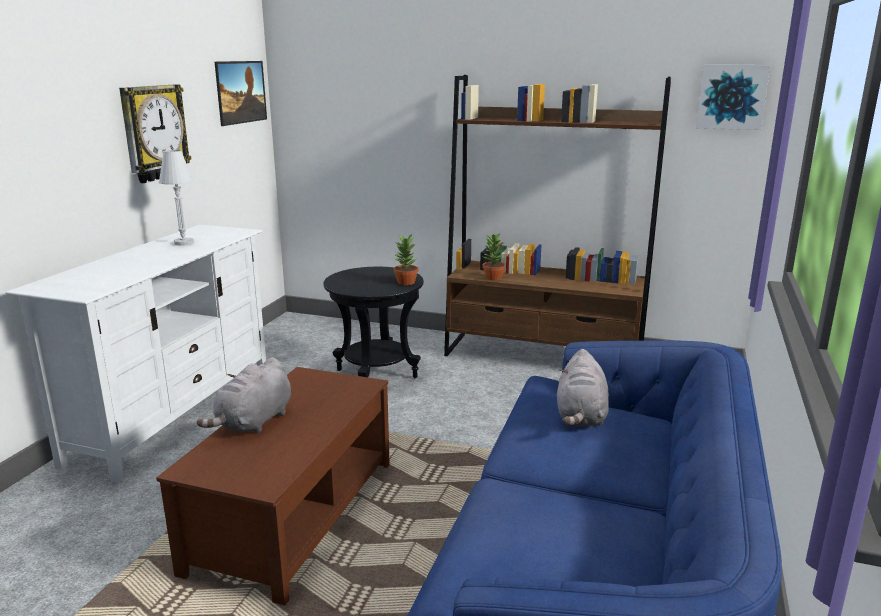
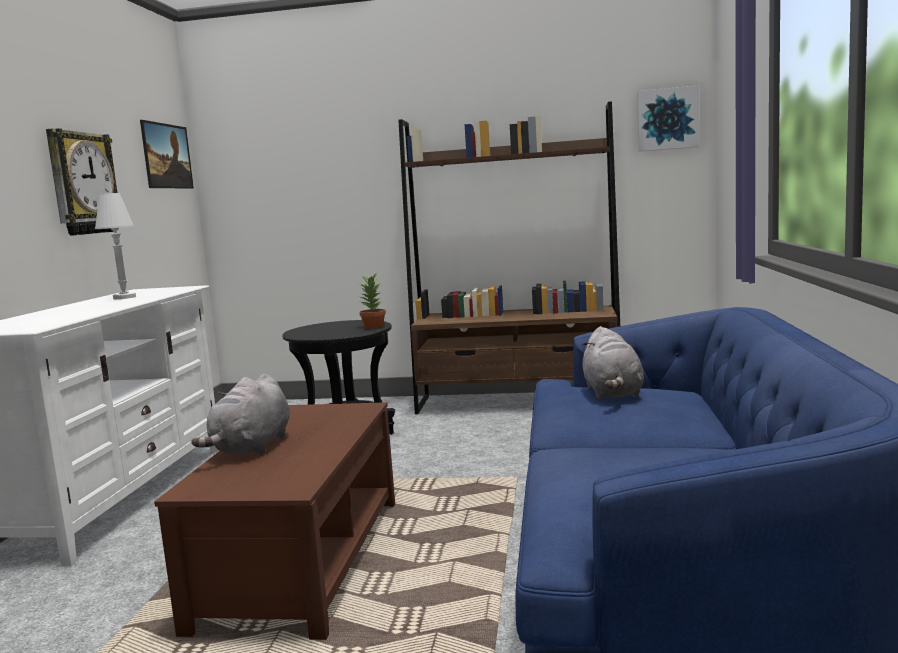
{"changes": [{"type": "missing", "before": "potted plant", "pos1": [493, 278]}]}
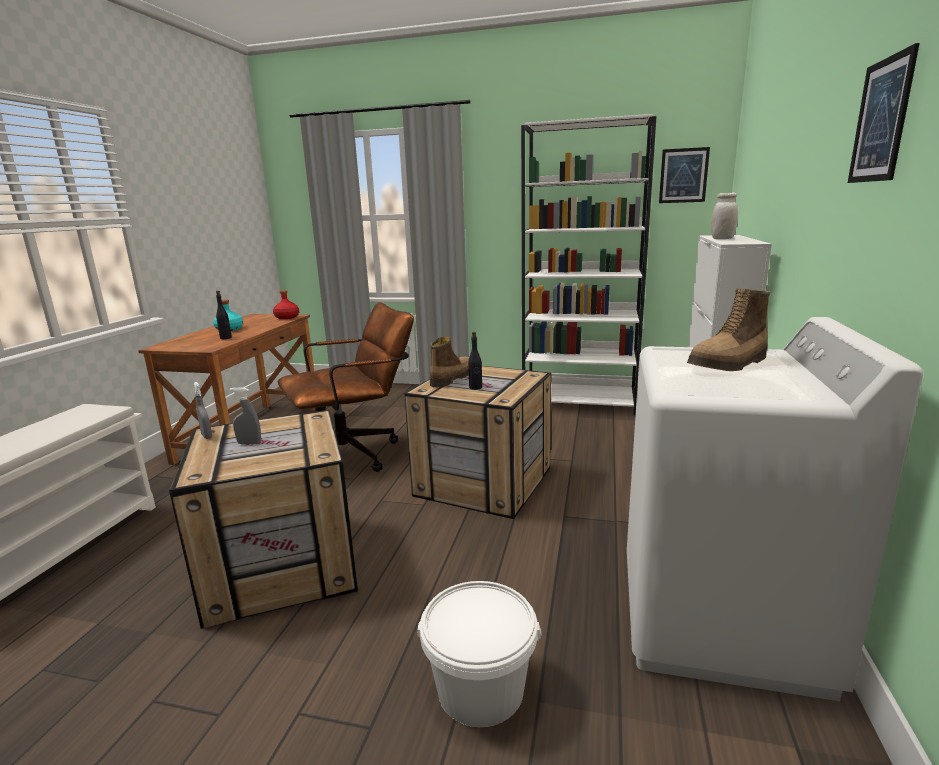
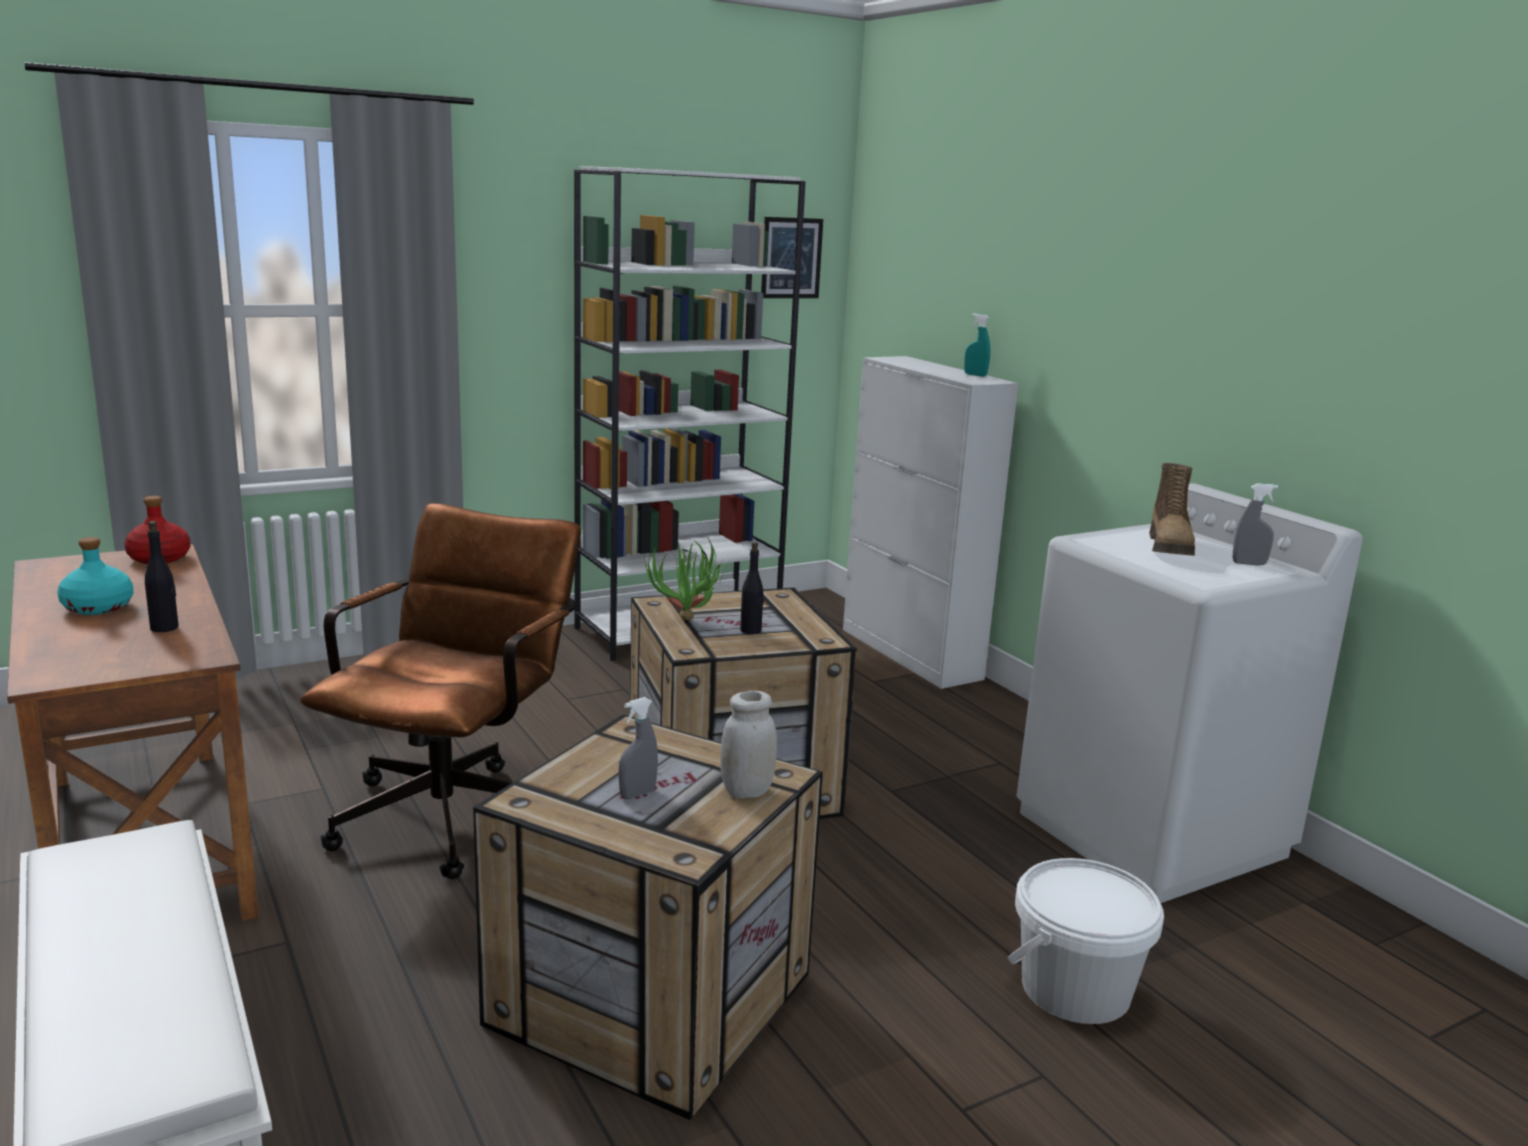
{"changes": [{"type": "missing", "before": "picture", "pos1": [881, 120]}, {"type": "appeared", "after": "spray bottle/turquoise", "pos2": [975, 375]}, {"type": "relocated", "before": "spray bottle/grey", "pos1": [207, 436], "pos2": [1249, 564]}, {"type": "relocated", "before": "jar/white", "pos1": [722, 239], "pos2": [747, 791]}, {"type": "exchanged", "before": "boot", "after": "potted plant", "pos1": [451, 378], "pos2": [686, 624]}]}
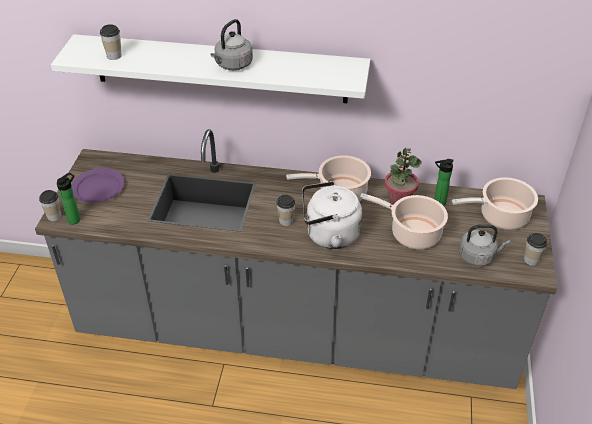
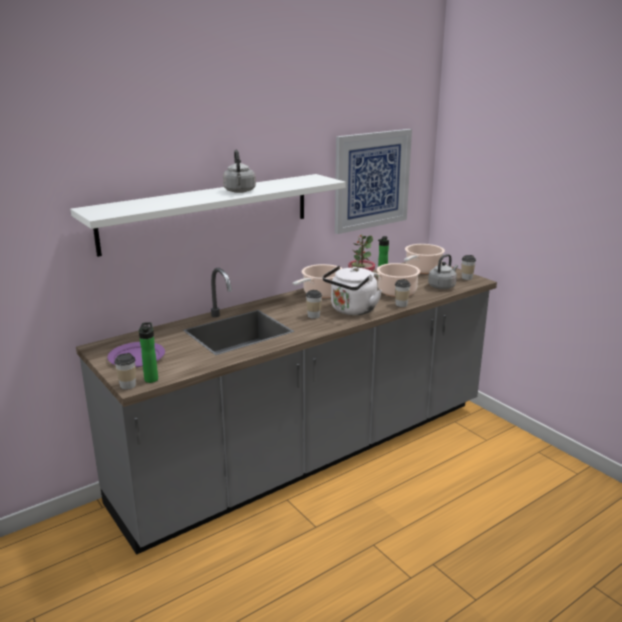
{"changes": [{"type": "appeared", "after": "picture", "pos2": [372, 180]}, {"type": "relocated", "before": "cup", "pos1": [114, 56], "pos2": [401, 304]}]}
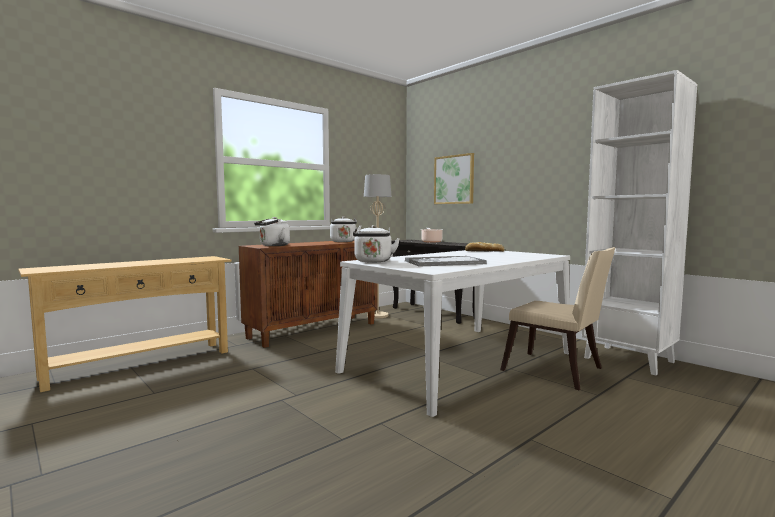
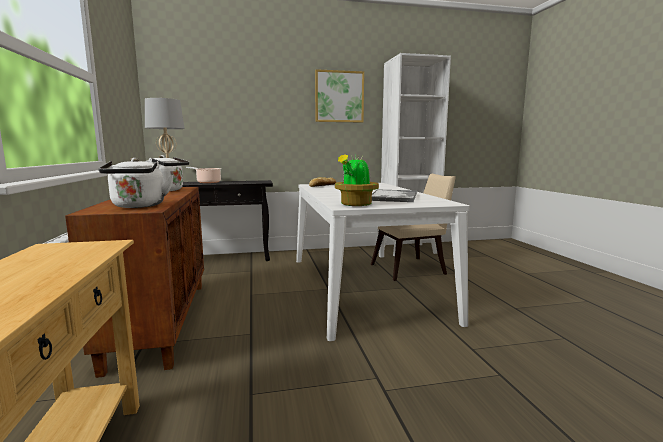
{"changes": [{"type": "relocated", "before": "picture", "pos1": [454, 179], "pos2": [339, 96]}, {"type": "exchanged", "before": "kettle/white", "after": "potted plant", "pos1": [373, 261], "pos2": [355, 205]}]}
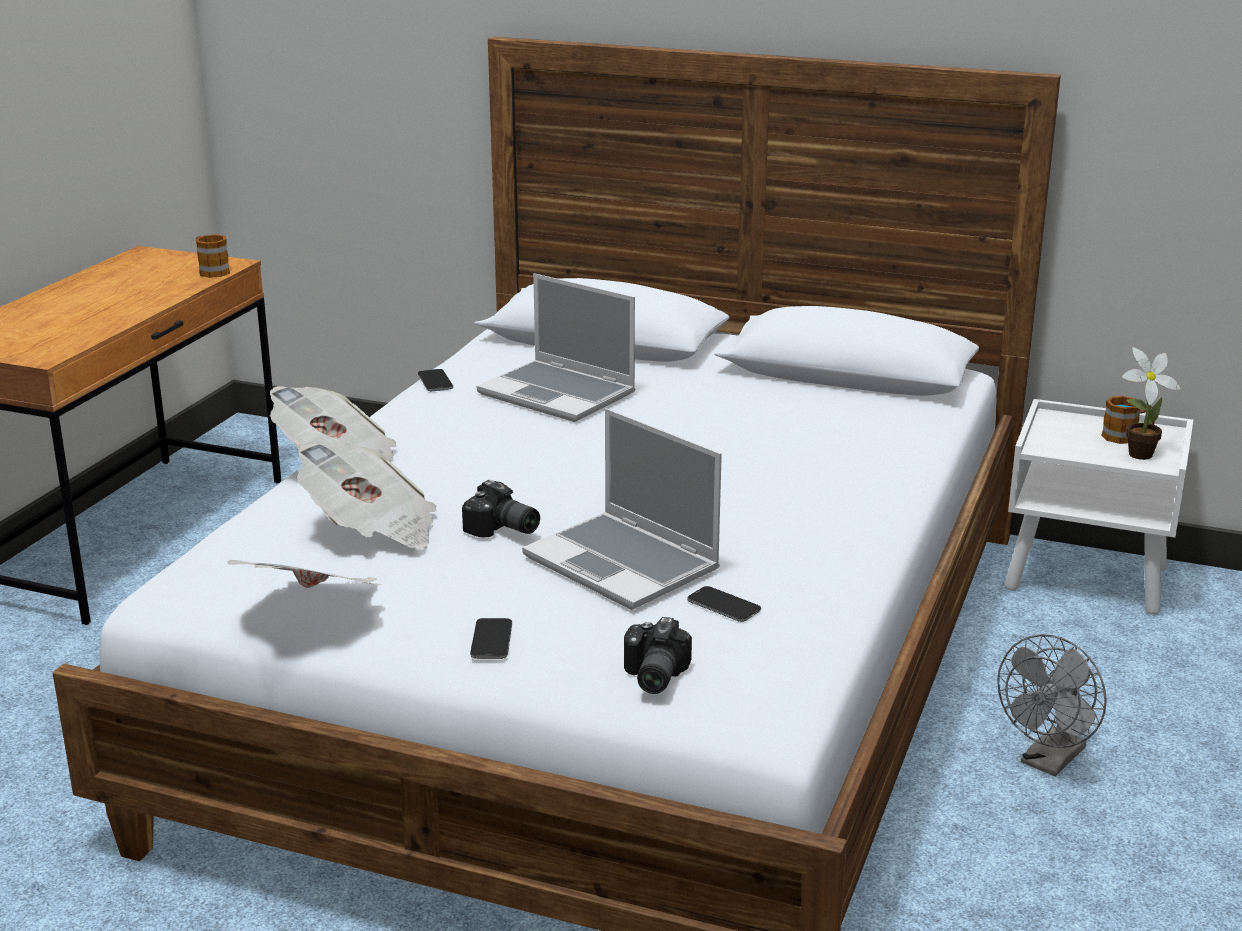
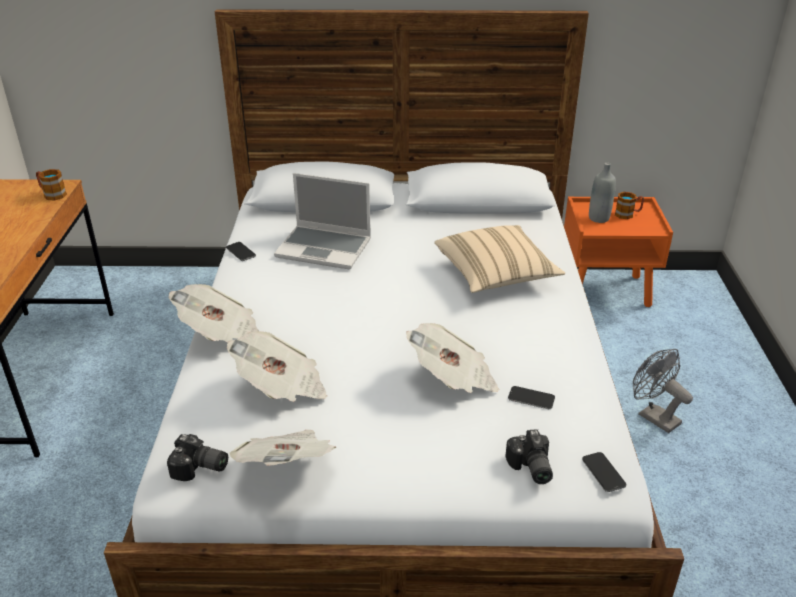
{"changes": [{"type": "missing", "before": "potted plant", "pos1": [1136, 455]}, {"type": "appeared", "after": "pillow/beige", "pos2": [495, 275]}, {"type": "appeared", "after": "bottle/grey", "pos2": [598, 218]}, {"type": "relocated", "before": "photo camera", "pos1": [502, 530], "pos2": [200, 469]}, {"type": "relocated", "before": "phone", "pos1": [491, 640], "pos2": [603, 472]}, {"type": "exchanged", "before": "laptop", "after": "newspaper", "pos1": [624, 564], "pos2": [453, 379]}, {"type": "colour", "before": "nightstand/white", "after": "nightstand/orange", "pos1": [1088, 579], "pos2": [605, 290]}, {"type": "spun", "before": "fan/grey", "pos1": [1048, 762], "pos2": [653, 416], "turn": 120}]}
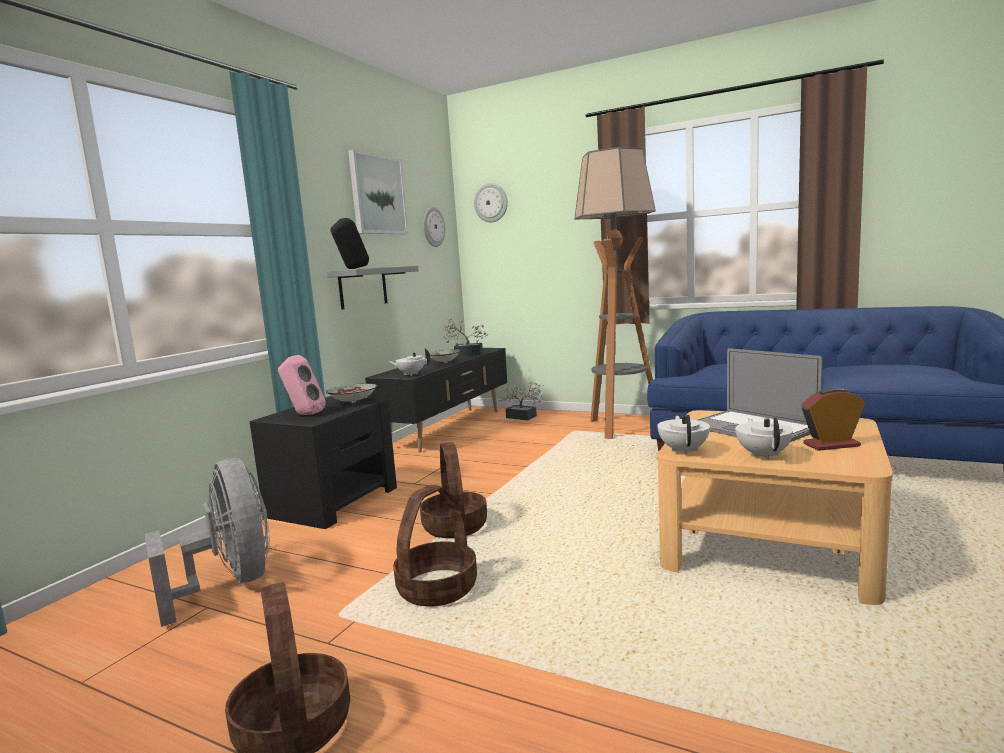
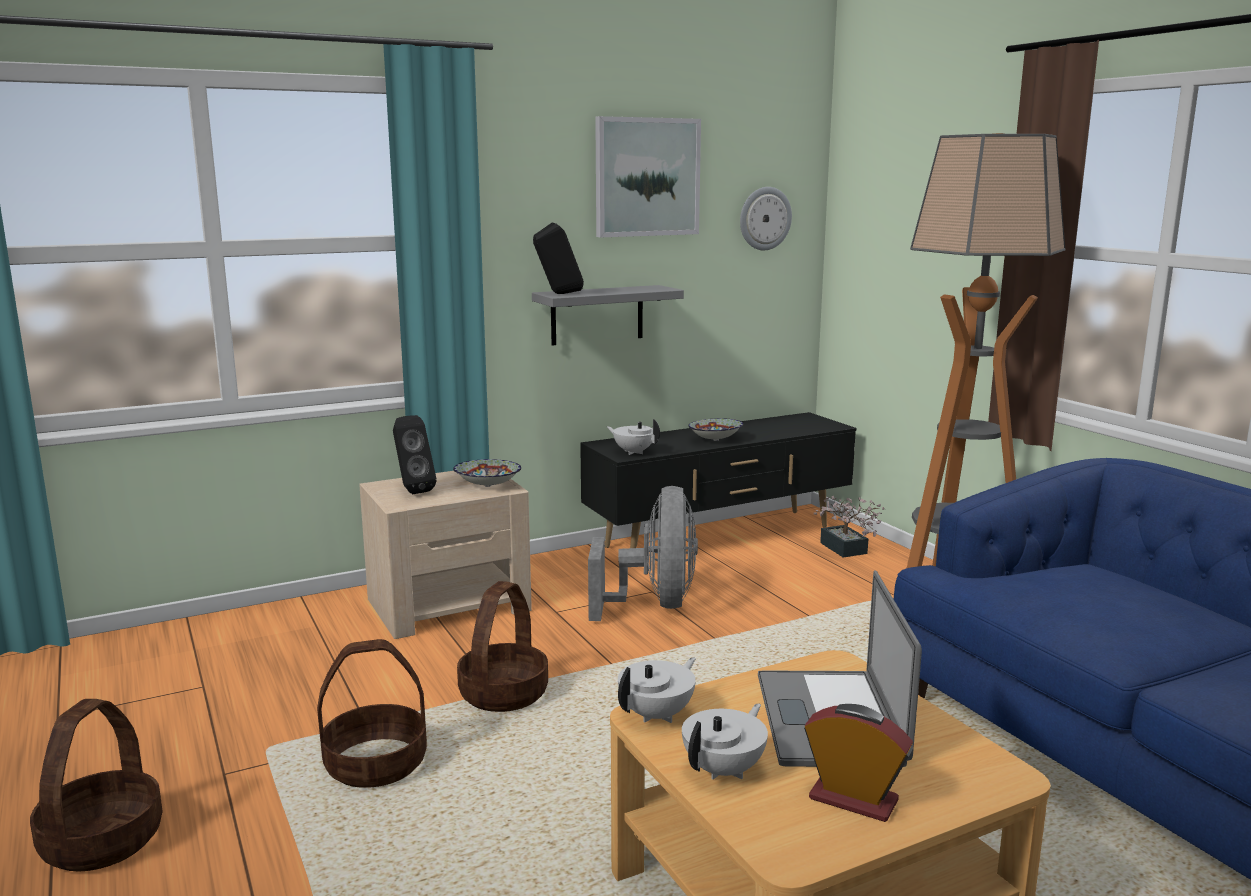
{"changes": [{"type": "missing", "before": "potted plant", "pos1": [465, 354]}, {"type": "missing", "before": "wall clock", "pos1": [491, 203]}, {"type": "relocated", "before": "fan/grey", "pos1": [230, 583], "pos2": [654, 605]}, {"type": "colour", "before": "nightstand/black", "after": "nightstand/beige", "pos1": [334, 501], "pos2": [450, 605]}, {"type": "colour", "before": "speaker/pink", "after": "speaker/black", "pos1": [303, 414], "pos2": [412, 490]}]}
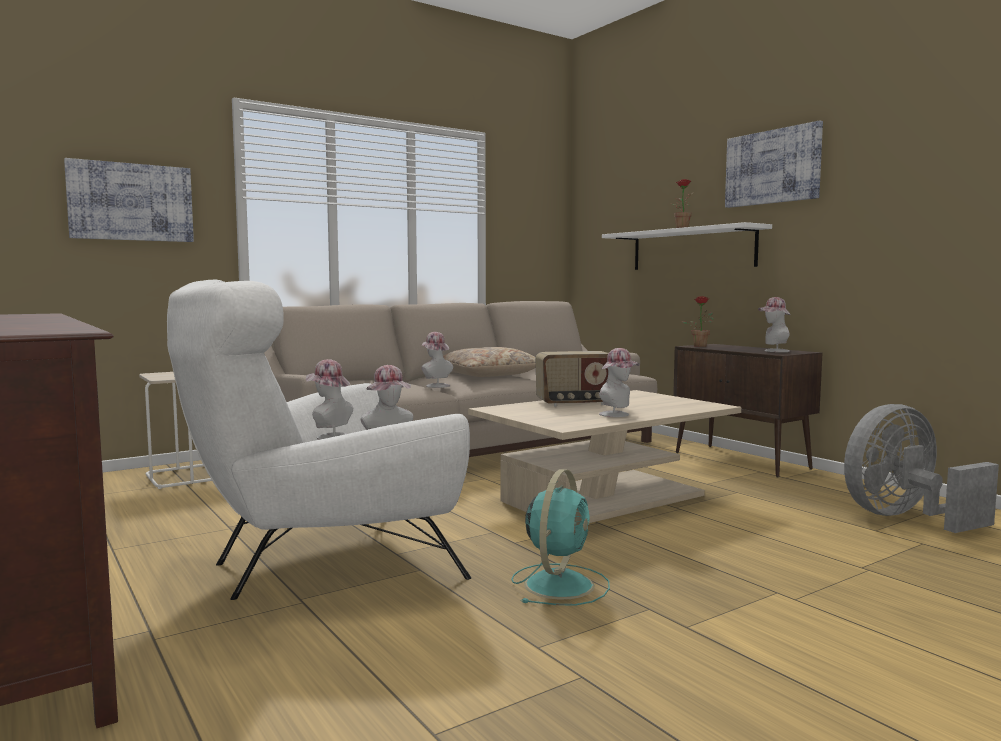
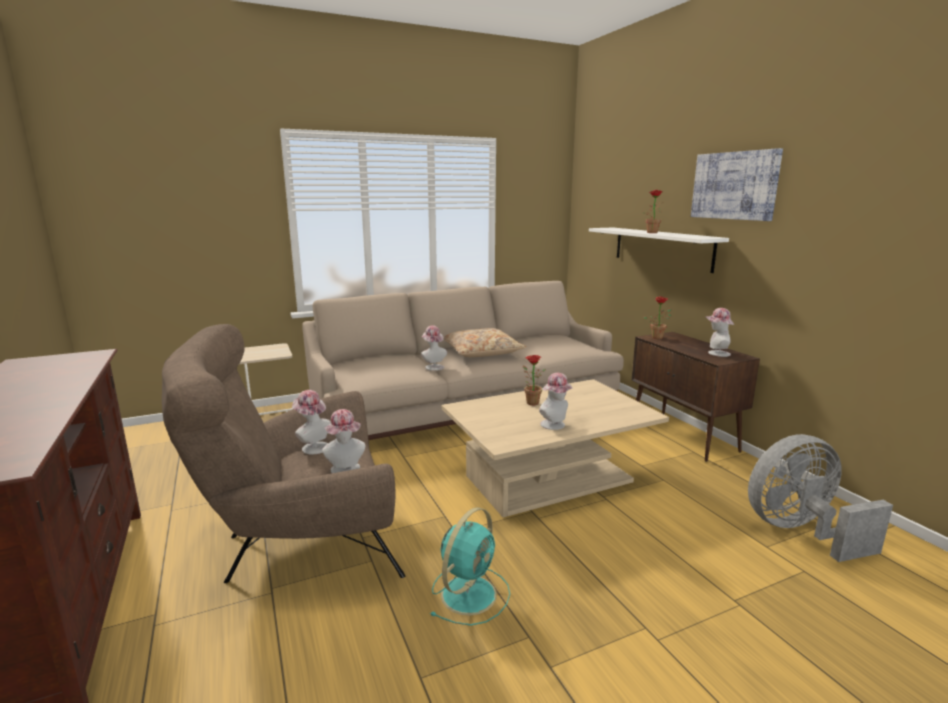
{"changes": [{"type": "missing", "before": "picture", "pos1": [131, 202]}, {"type": "exchanged", "before": "radio", "after": "potted plant", "pos1": [575, 403], "pos2": [530, 402]}, {"type": "colour", "before": "armchair/white", "after": "armchair/brown", "pos1": [315, 565], "pos2": [299, 545]}]}
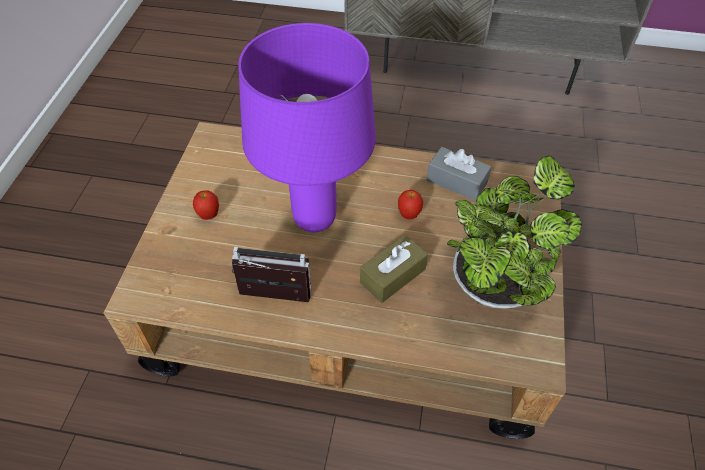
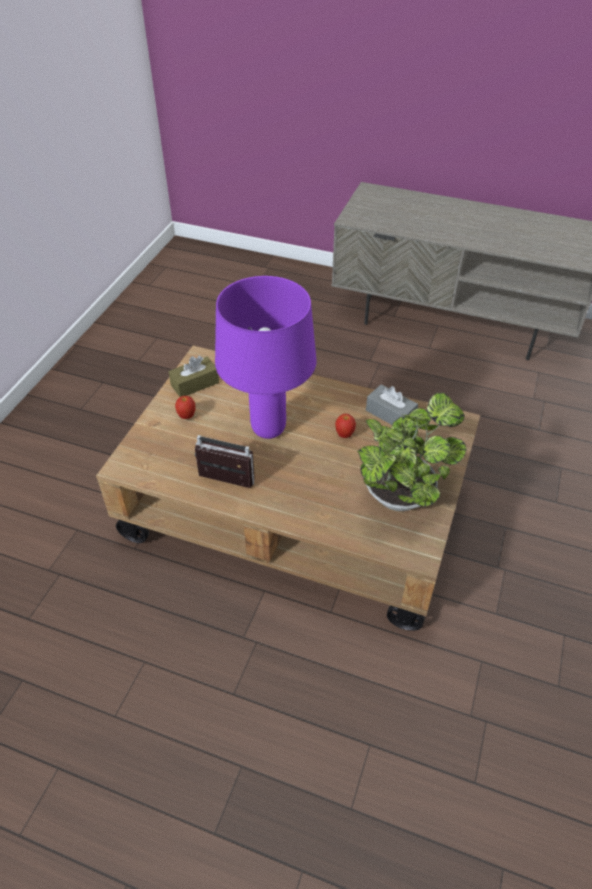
{"changes": [{"type": "relocated", "before": "tissue box/brown", "pos1": [392, 276], "pos2": [195, 384]}]}
